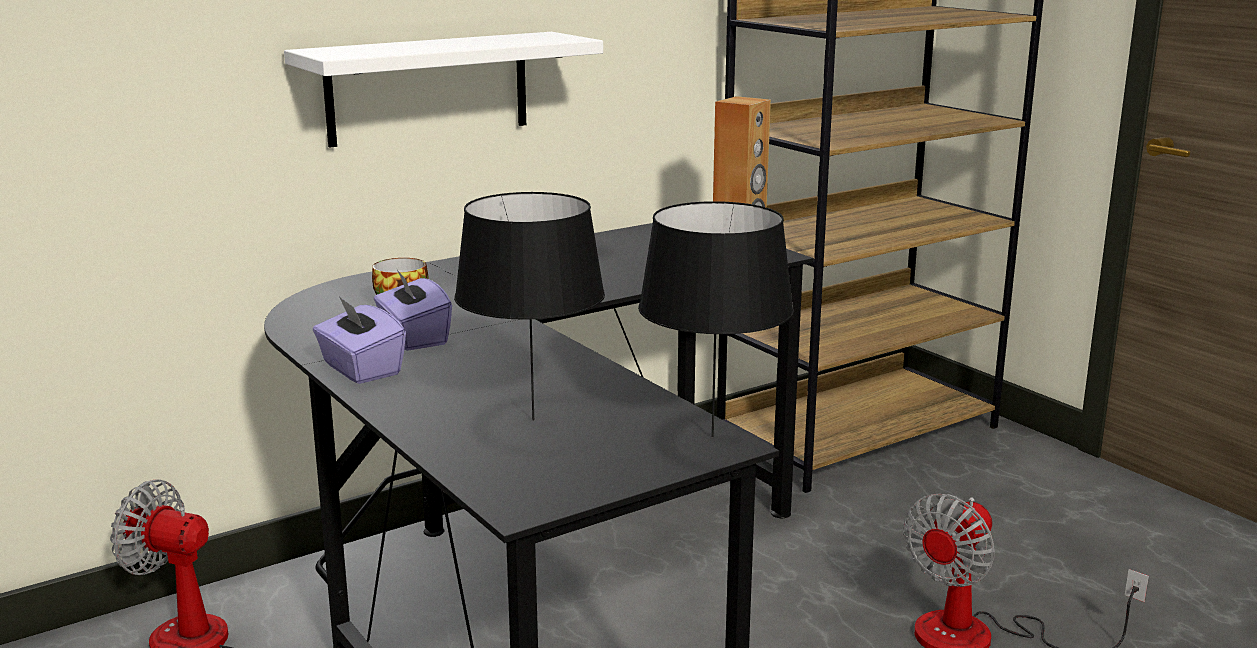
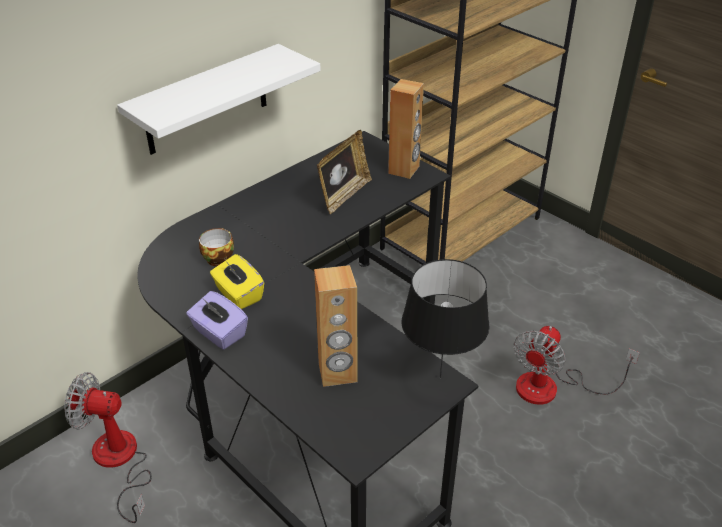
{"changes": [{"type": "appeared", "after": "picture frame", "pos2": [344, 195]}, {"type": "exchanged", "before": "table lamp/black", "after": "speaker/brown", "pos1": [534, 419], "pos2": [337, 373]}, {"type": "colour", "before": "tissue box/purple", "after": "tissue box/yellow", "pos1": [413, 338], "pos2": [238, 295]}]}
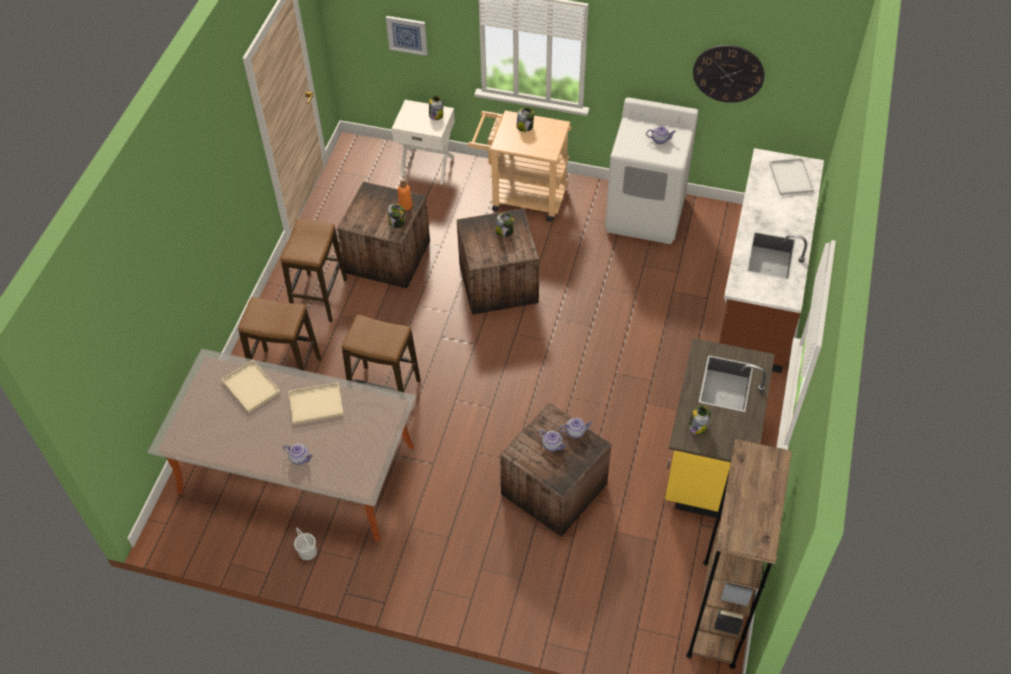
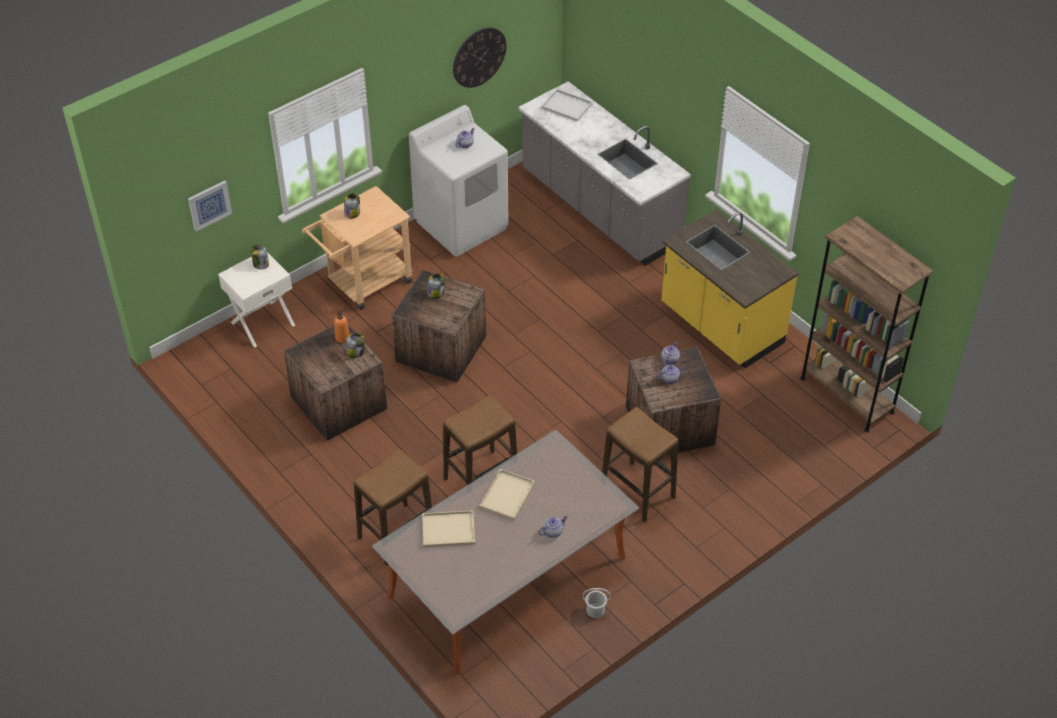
{"changes": [{"type": "missing", "before": "jar", "pos1": [697, 426]}, {"type": "relocated", "before": "stool", "pos1": [320, 298], "pos2": [638, 492]}, {"type": "colour", "before": "counter/brown", "after": "counter/grey", "pos1": [759, 290], "pos2": [599, 209]}]}
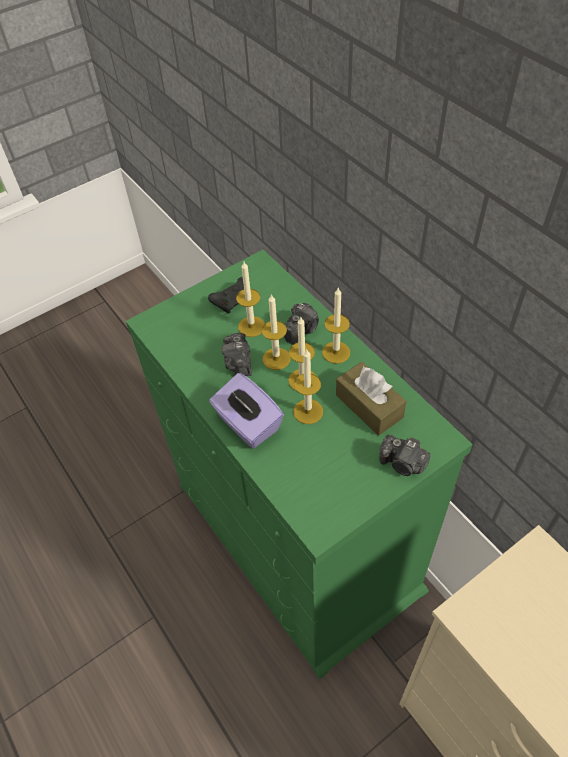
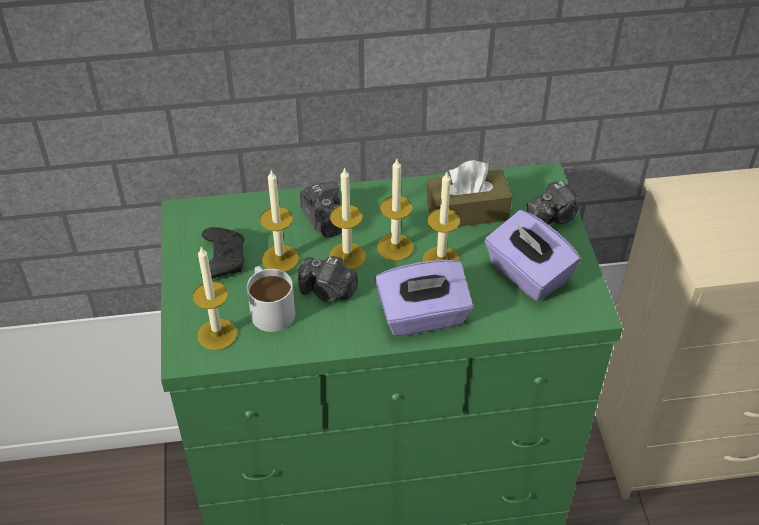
{"changes": [{"type": "appeared", "after": "mug/white", "pos2": [269, 307]}, {"type": "appeared", "after": "tissue box/purple", "pos2": [527, 274]}, {"type": "relocated", "before": "candle", "pos1": [336, 352], "pos2": [217, 334]}]}
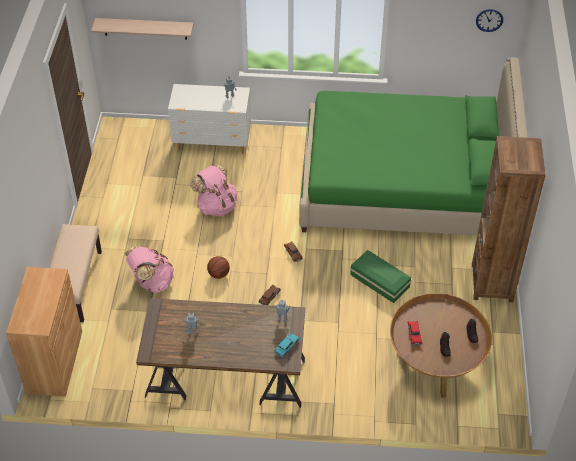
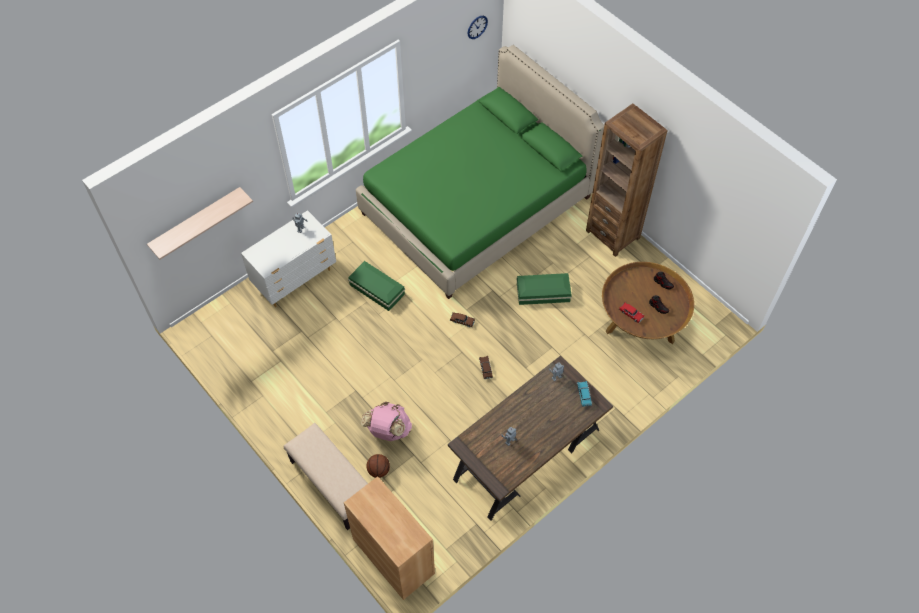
{"changes": [{"type": "missing", "before": "backpack/pink", "pos1": [216, 206]}, {"type": "appeared", "after": "storage box/green", "pos2": [376, 288]}, {"type": "relocated", "before": "basketball", "pos1": [219, 274], "pos2": [378, 470]}]}
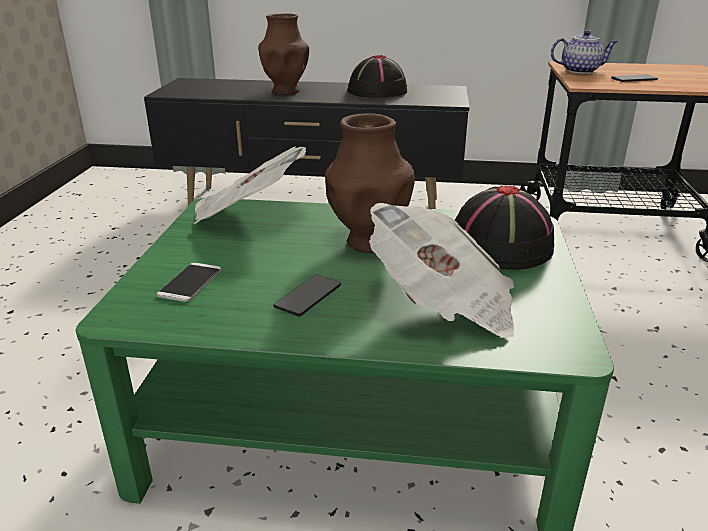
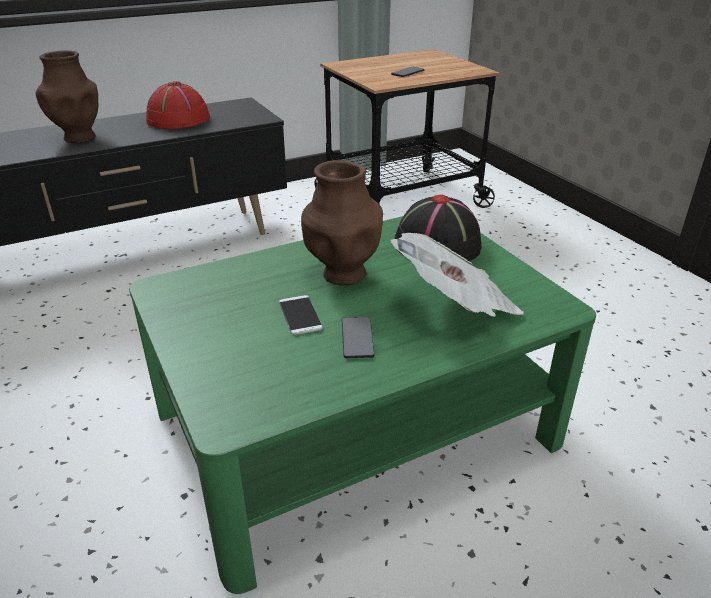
{"changes": [{"type": "missing", "before": "newspaper", "pos1": [247, 214]}, {"type": "missing", "before": "teapot", "pos1": [580, 71]}, {"type": "relocated", "before": "phone", "pos1": [190, 283], "pos2": [300, 315]}, {"type": "colour", "before": "hat/black", "after": "hat/red", "pos1": [376, 92], "pos2": [178, 120]}]}
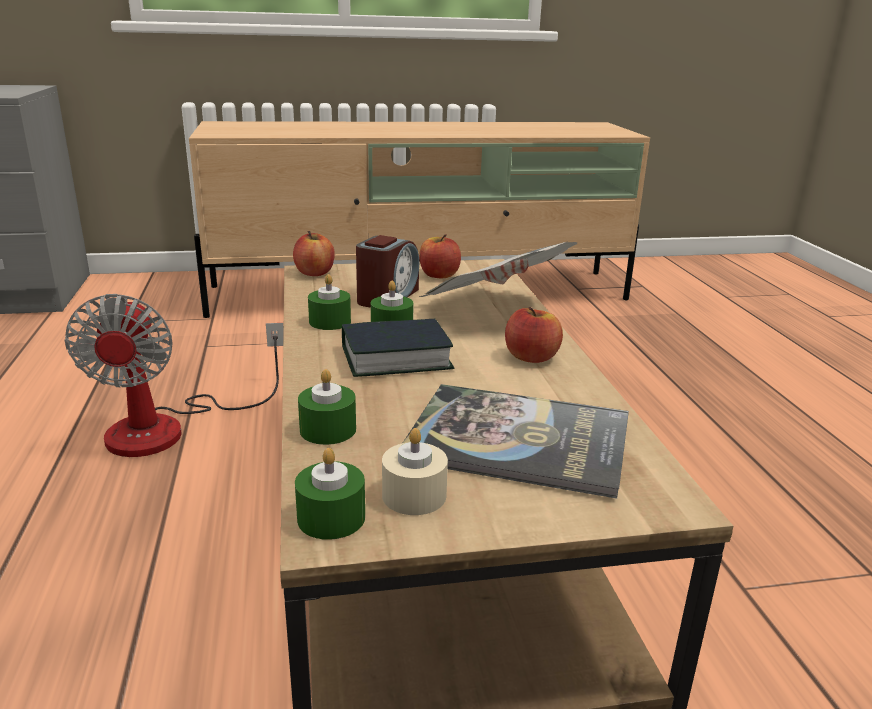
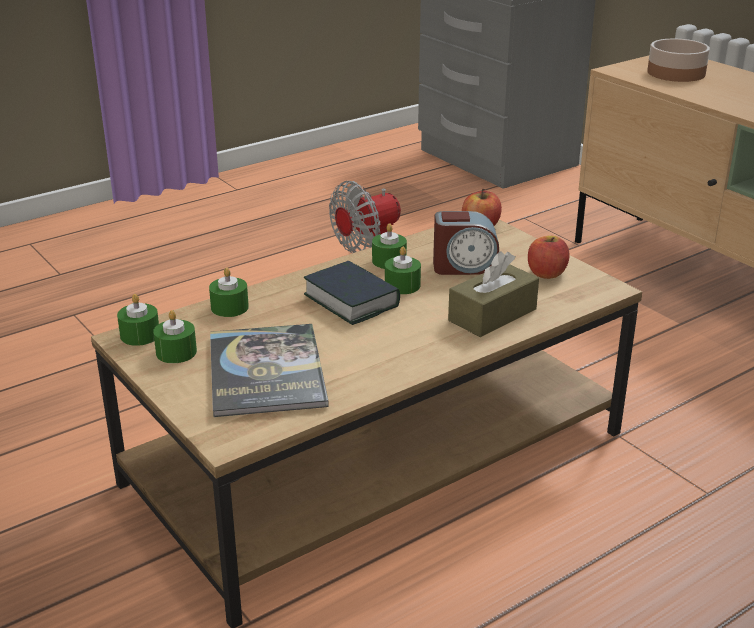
{"changes": [{"type": "missing", "before": "apple", "pos1": [531, 357]}, {"type": "appeared", "after": "bowl", "pos2": [676, 73]}, {"type": "exchanged", "before": "newspaper", "after": "tissue box/brown", "pos1": [493, 309], "pos2": [492, 315]}, {"type": "colour", "before": "candle/beige", "after": "candle/green", "pos1": [414, 495], "pos2": [176, 352]}]}
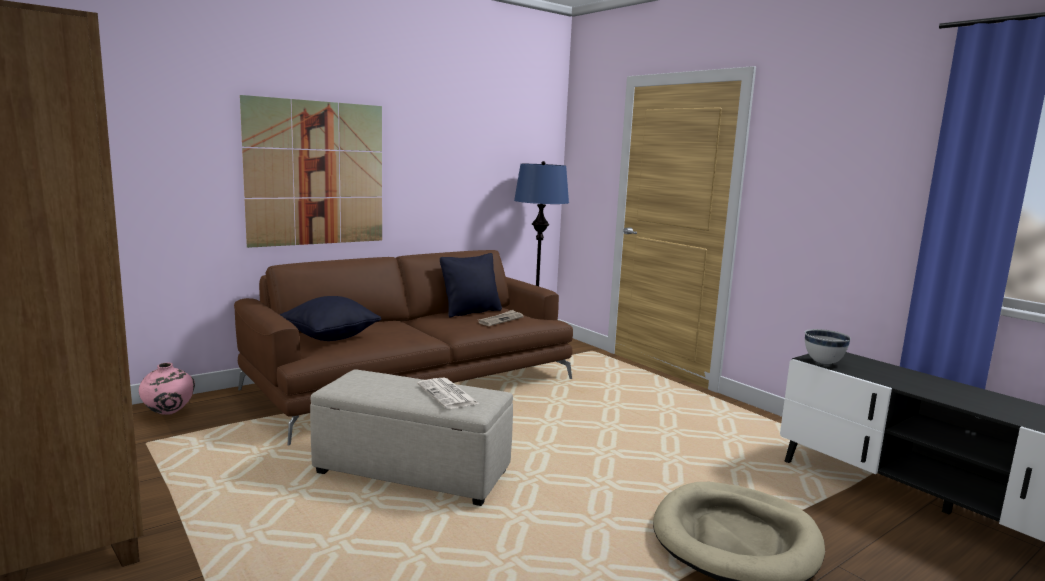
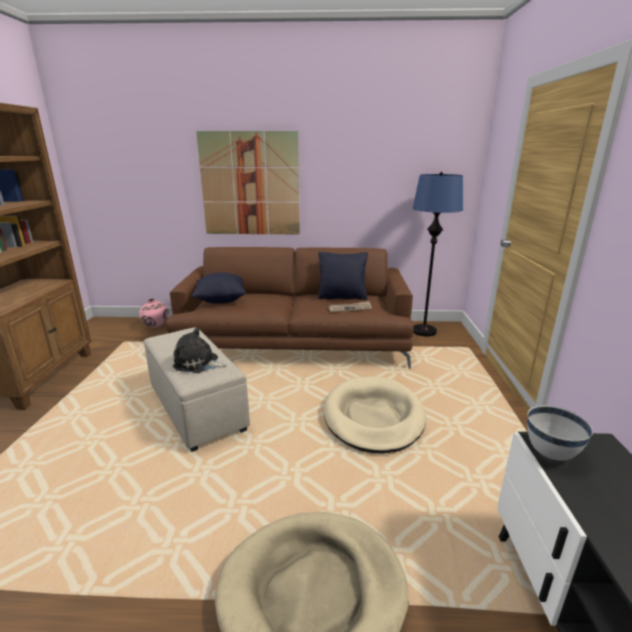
{"changes": [{"type": "appeared", "after": "dog bed/beige", "pos2": [373, 417]}, {"type": "exchanged", "before": "newspaper", "after": "plush toy", "pos1": [448, 394], "pos2": [198, 363]}]}
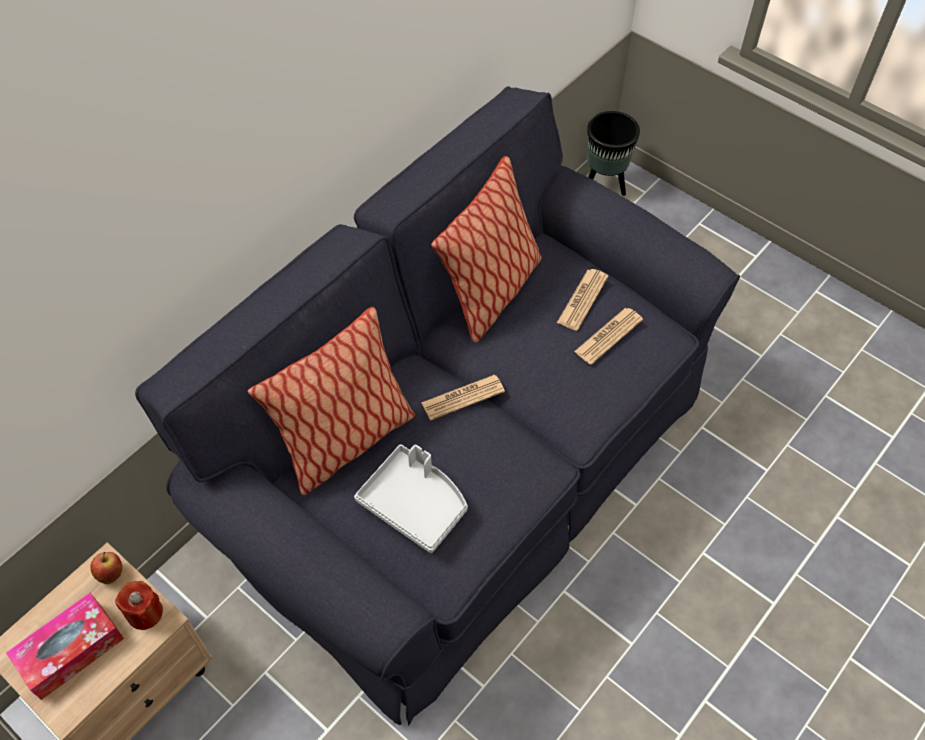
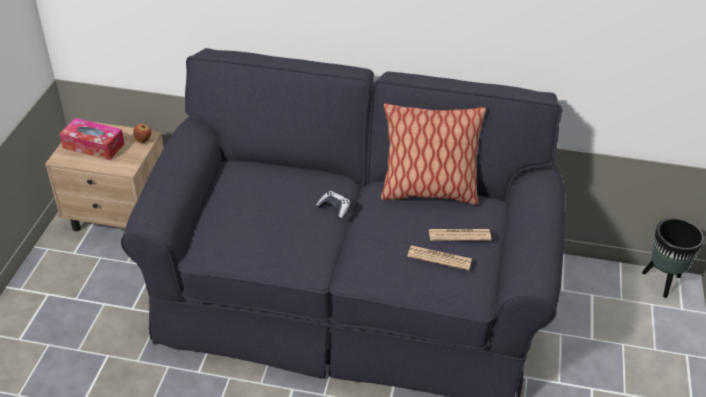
{"changes": [{"type": "missing", "before": "candle/red", "pos1": [145, 613]}, {"type": "missing", "before": "pillow", "pos1": [346, 441]}, {"type": "missing", "before": "tray/grey", "pos1": [415, 503]}, {"type": "exchanged", "before": "newspaper", "after": "game controller", "pos1": [463, 397], "pos2": [334, 208]}]}
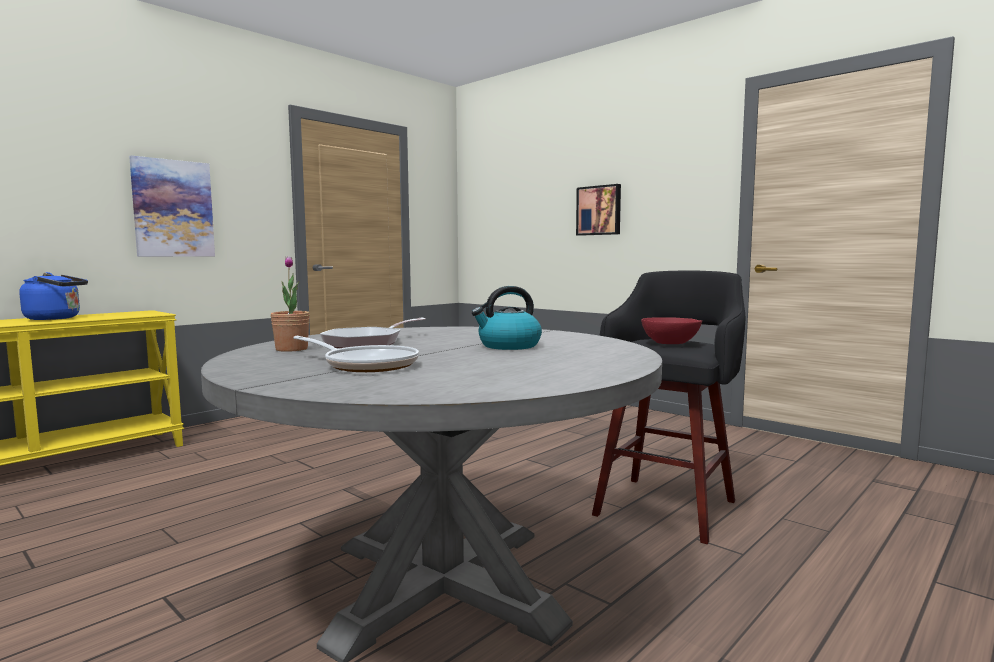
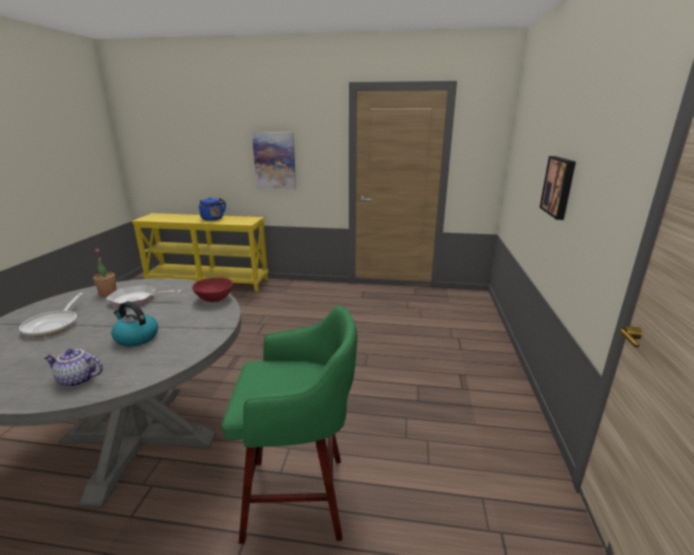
{"changes": [{"type": "appeared", "after": "teapot", "pos2": [77, 380]}, {"type": "relocated", "before": "bowl/red", "pos1": [670, 343], "pos2": [214, 299]}, {"type": "colour", "before": "stool/black", "after": "stool/green", "pos1": [667, 506], "pos2": [299, 497]}]}
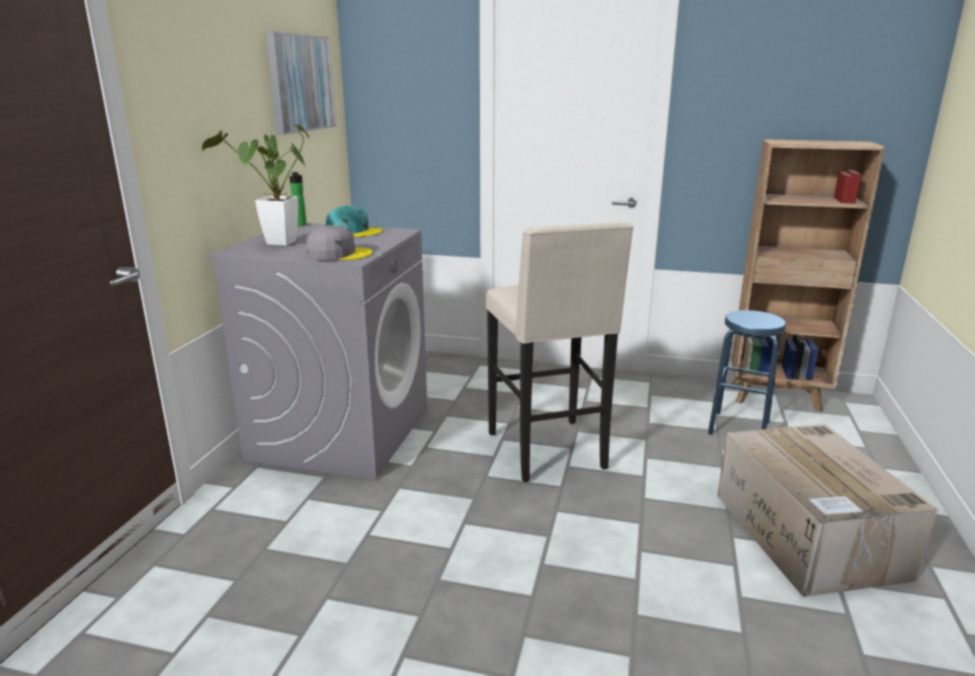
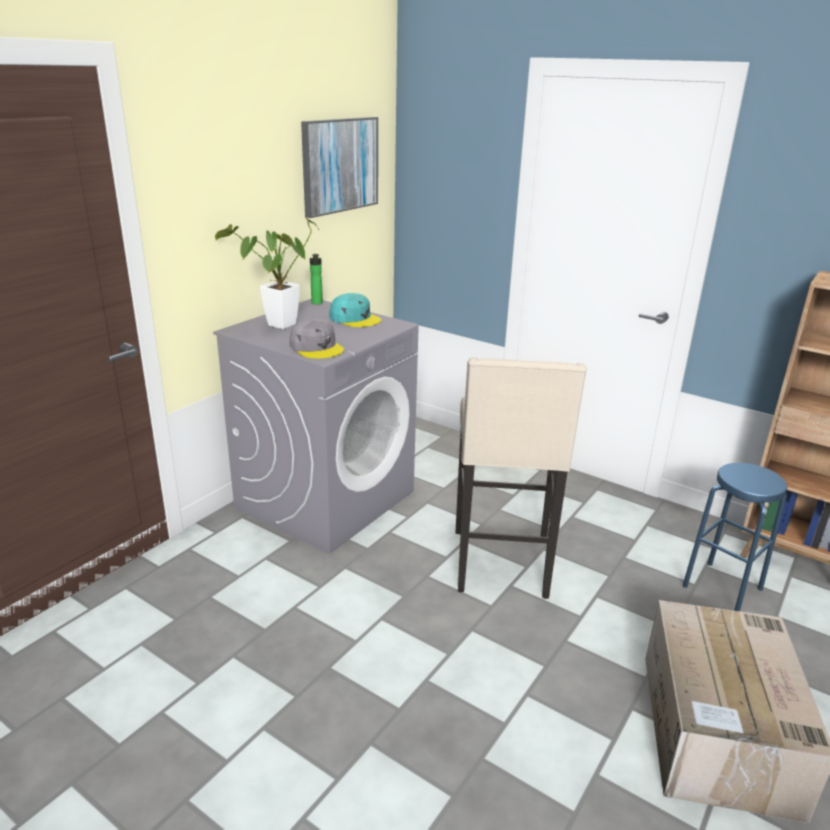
{"changes": [{"type": "spun", "before": "cap/grey", "pos1": [338, 254], "pos2": [317, 347], "turn": 45}]}
